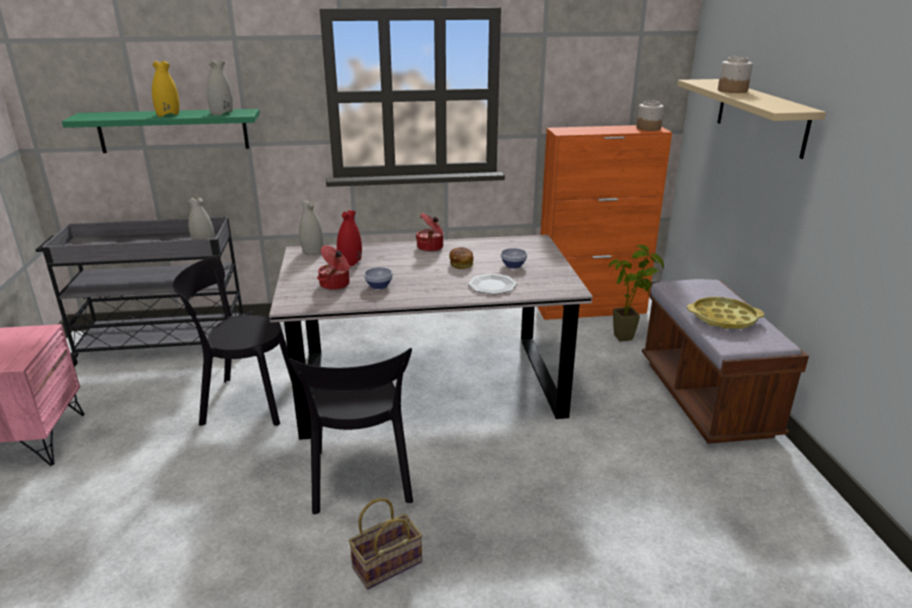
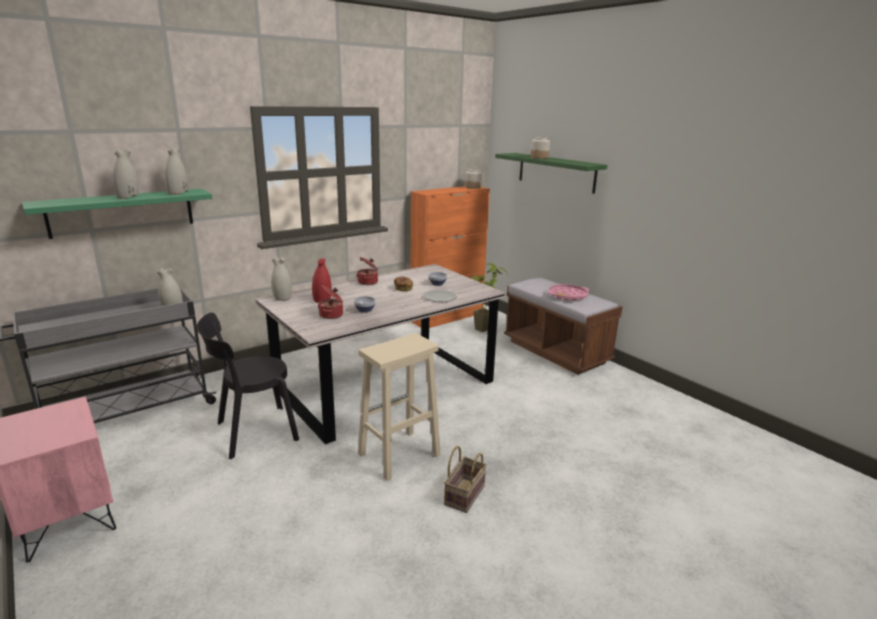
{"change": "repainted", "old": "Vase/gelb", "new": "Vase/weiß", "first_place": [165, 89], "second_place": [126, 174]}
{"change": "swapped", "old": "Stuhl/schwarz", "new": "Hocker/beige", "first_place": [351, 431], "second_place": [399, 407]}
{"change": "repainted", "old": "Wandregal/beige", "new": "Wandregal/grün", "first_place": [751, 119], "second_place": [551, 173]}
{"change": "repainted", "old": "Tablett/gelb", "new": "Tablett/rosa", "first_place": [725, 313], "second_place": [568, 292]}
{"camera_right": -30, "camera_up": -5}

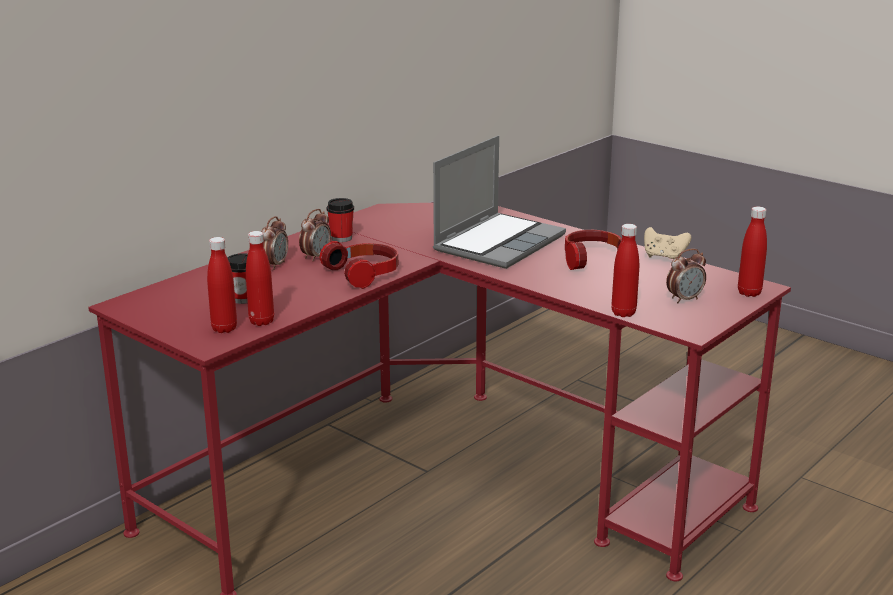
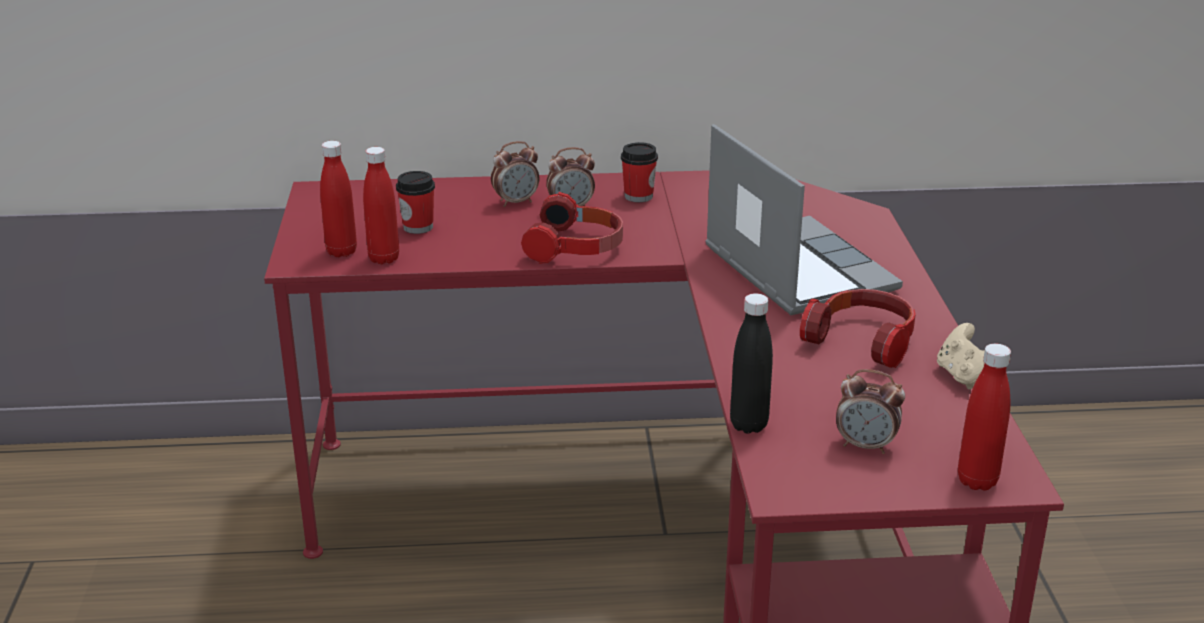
{"change": "rotated", "old": "Laptop", "first_place": [499, 202], "second_place": [804, 219], "degrees": -105}
{"change": "repainted", "old": "Flasche/rot", "new": "Flasche/schwarz", "first_place": [625, 270], "second_place": [751, 363]}
{"camera_right": 45, "camera_up": 5}

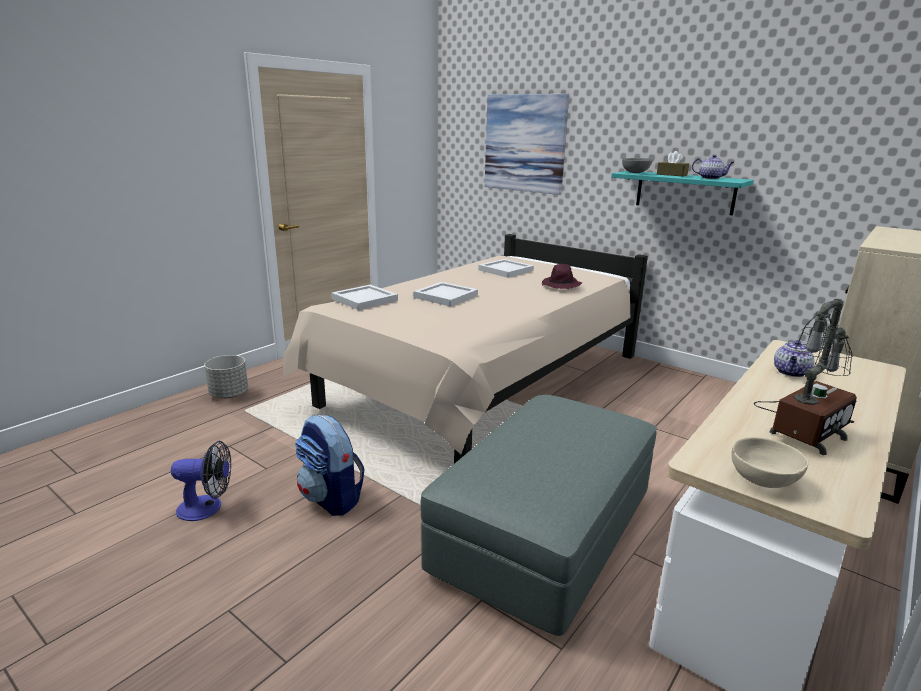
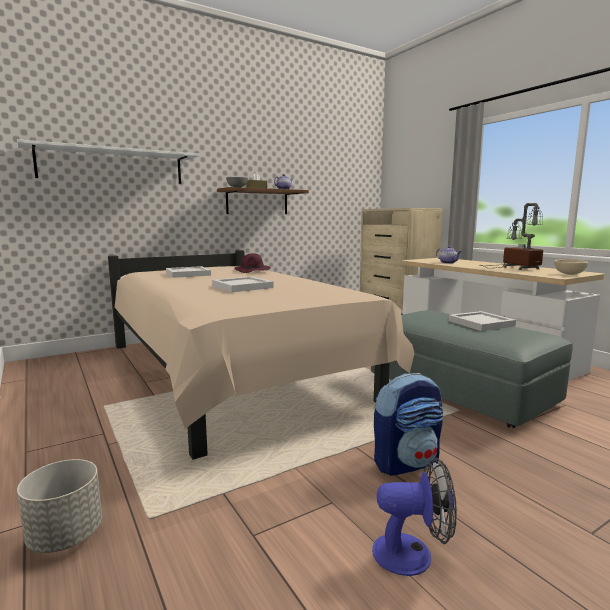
{"change": "rotated", "old": "Ventilator", "first_place": [201, 481], "second_place": [414, 516], "degrees": 75}
{"change": "shifted", "old": "Tablett/weiß", "first_place": [364, 297], "second_place": [482, 321]}
{"change": "swapped", "old": "Bild", "new": "Wandregal/weiß", "first_place": [527, 144], "second_place": [108, 161]}
{"change": "repainted", "old": "Wandregal/türkis", "new": "Wandregal/braun", "first_place": [682, 193], "second_place": [263, 200]}
{"camera_right": -70, "camera_up": -10}

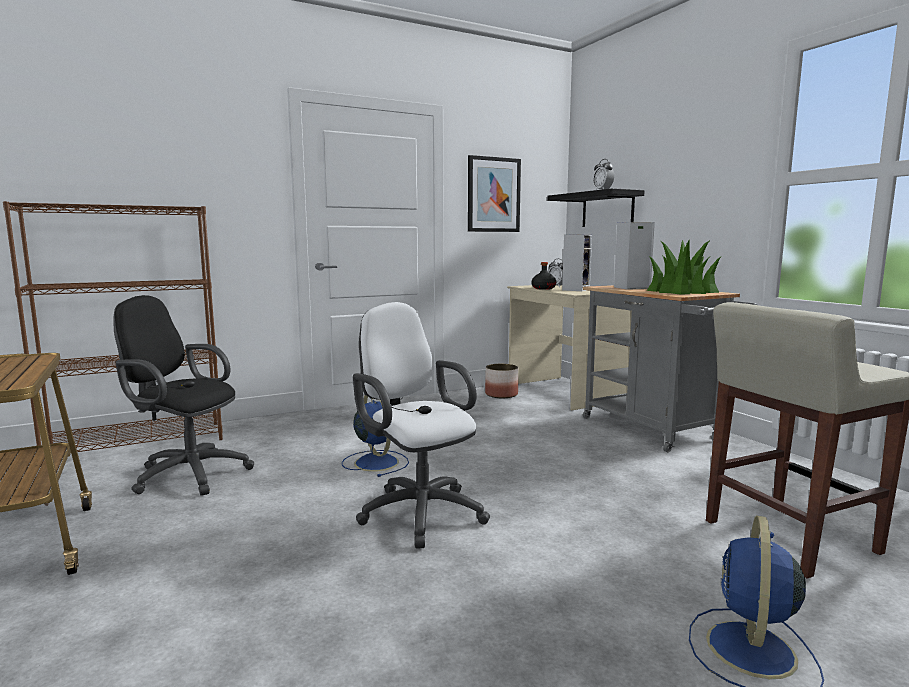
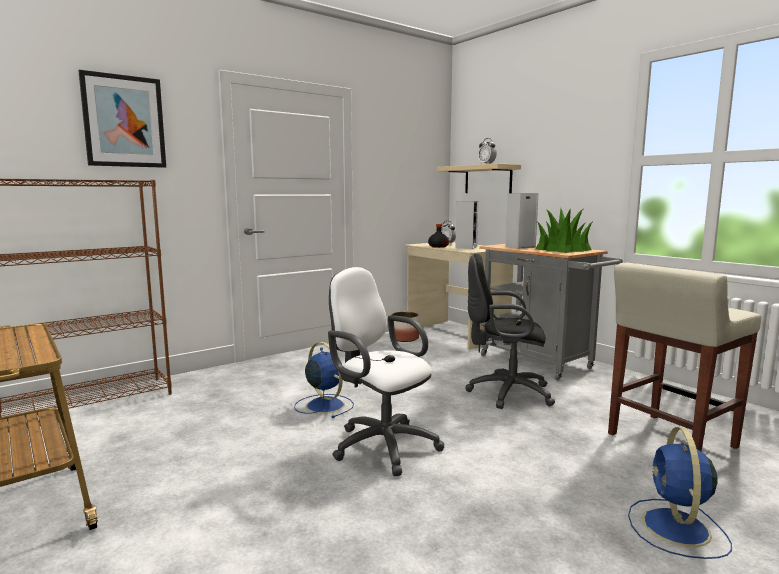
{"change": "shifted", "old": "Bürostuhl/schwarz", "first_place": [184, 395], "second_place": [510, 331]}
{"change": "shifted", "old": "Bild", "first_place": [494, 193], "second_place": [122, 119]}
{"change": "repainted", "old": "Wandregal/schwarz", "new": "Wandregal/beige", "first_place": [596, 207], "second_place": [479, 178]}
{"camera_right": -10, "camera_up": 0}

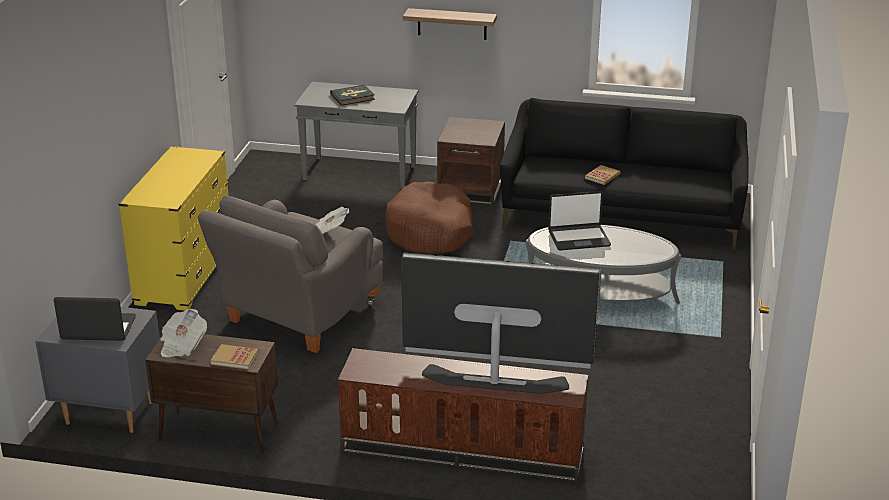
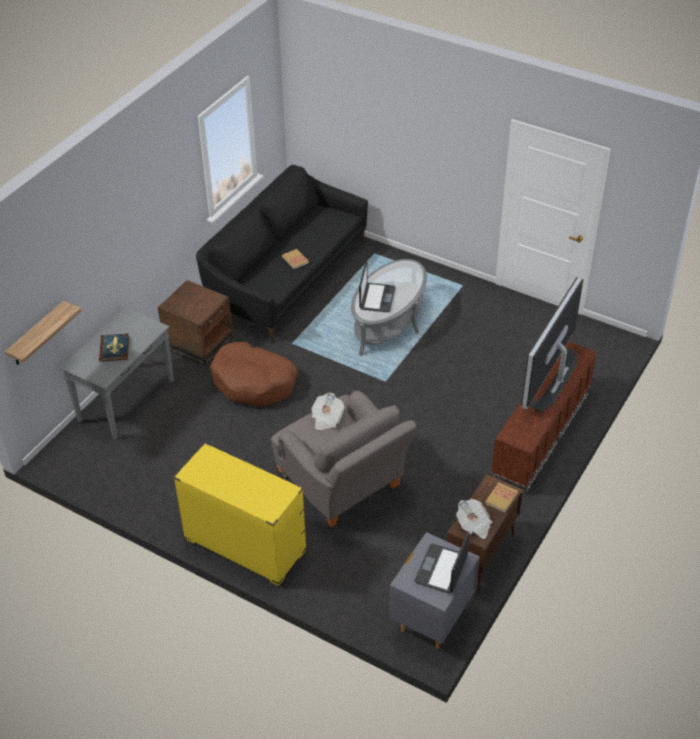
{"change": "shifted", "old": "Wandregal", "first_place": [450, 24], "second_place": [43, 333]}
{"camera_right": -70, "camera_up": 15}

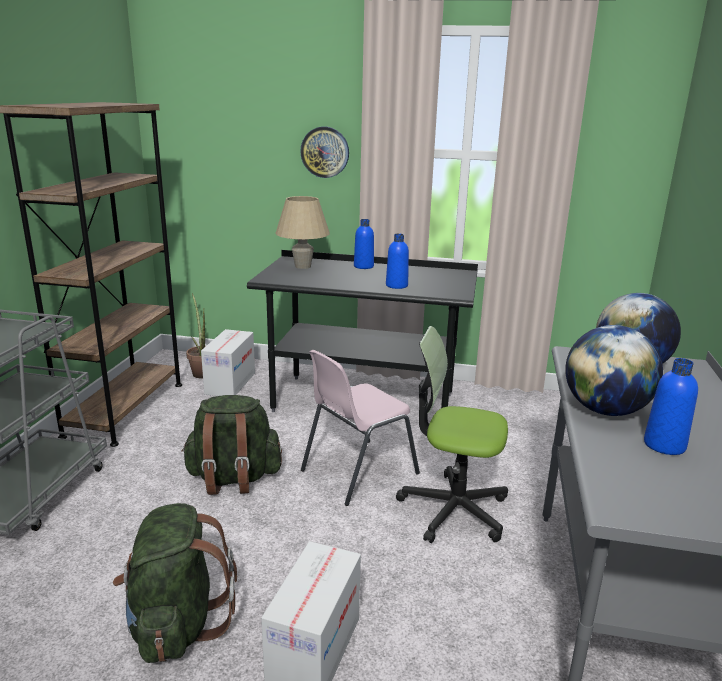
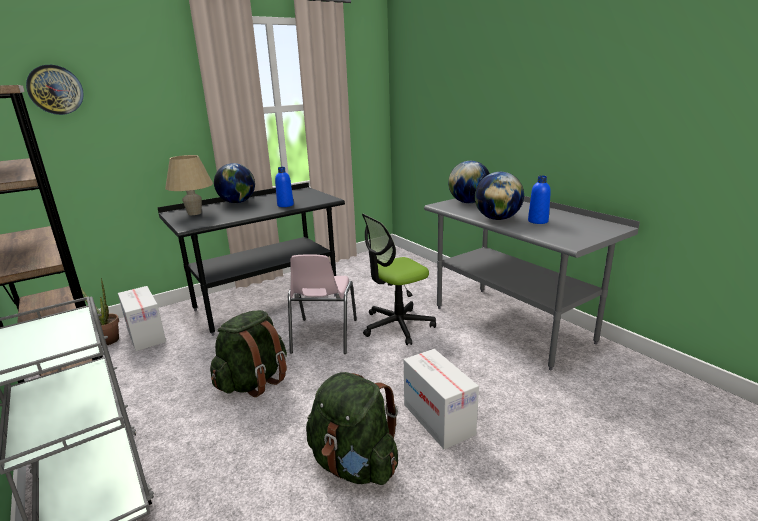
{"change": "shifted", "old": "Wanduhr", "first_place": [324, 152], "second_place": [55, 90]}
{"change": "swapped", "old": "Flasche/blau", "new": "Globus", "first_place": [364, 244], "second_place": [234, 183]}
{"camera_right": -45, "camera_up": 0}

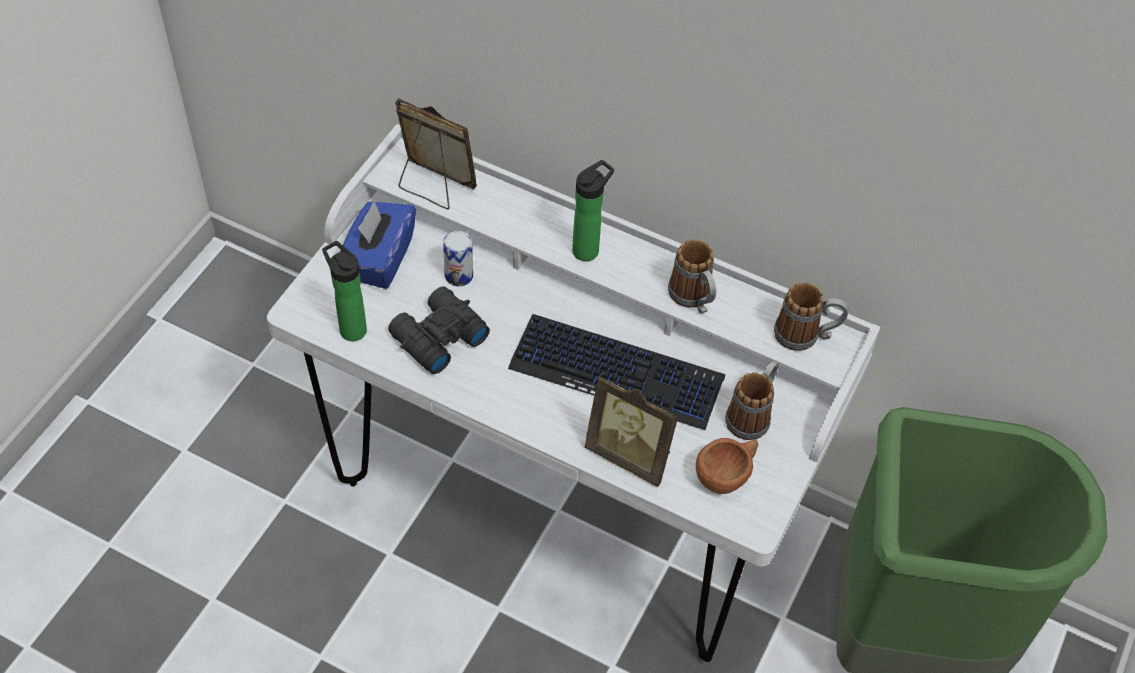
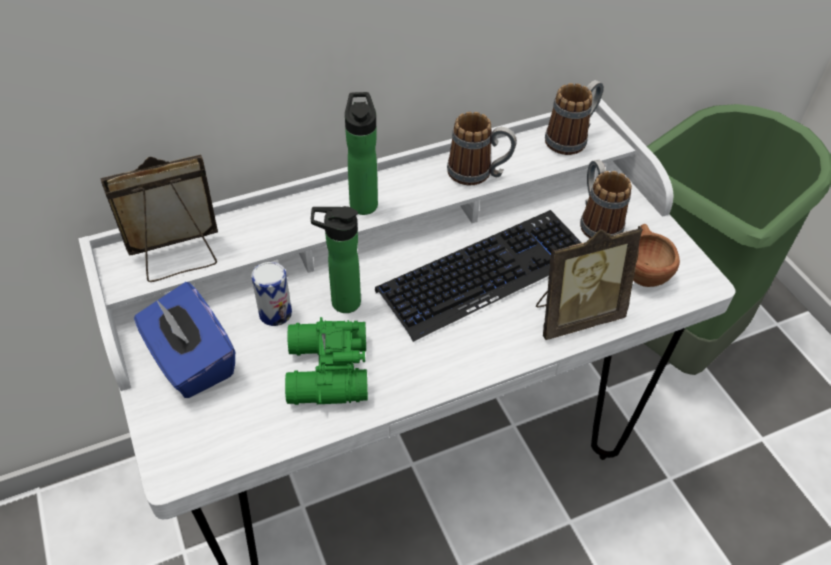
{"change": "shifted", "old": "Flasche", "first_place": [344, 291], "second_place": [336, 259]}
{"change": "repainted", "old": "Fernglas/schwarz", "new": "Fernglas/grün", "first_place": [439, 330], "second_place": [326, 361]}
{"camera_right": -50, "camera_up": -5}

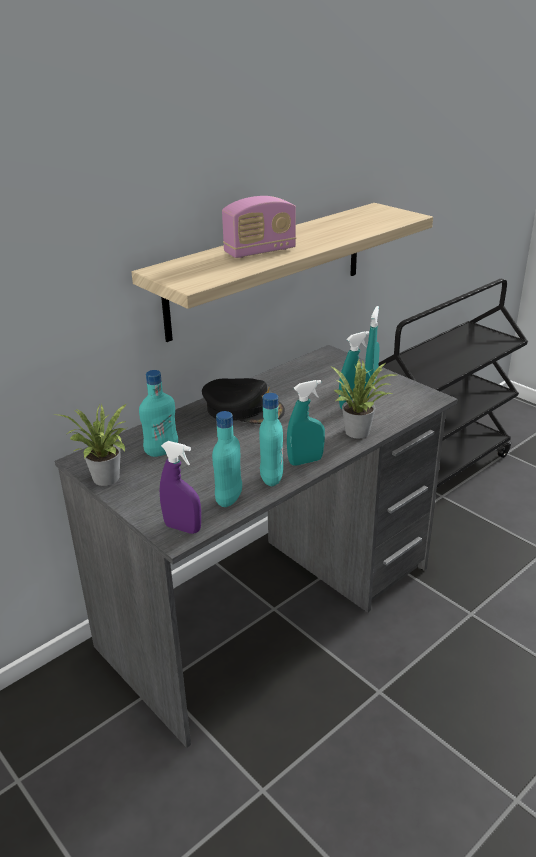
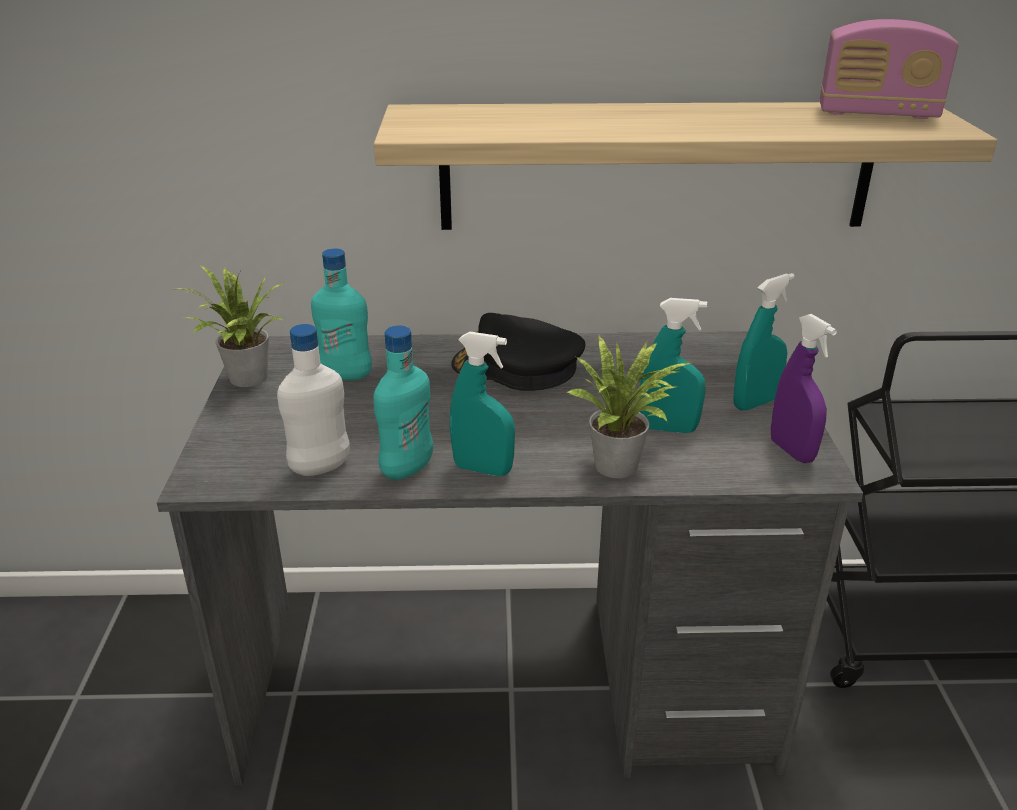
{"change": "shifted", "old": "Sprühflasche/lila", "first_place": [180, 487], "second_place": [804, 388]}
{"change": "rotated", "old": "Kappe/schwarz", "first_place": [243, 401], "second_place": [518, 352], "degrees": 135}
{"change": "repainted", "old": "Flasche/türkis", "new": "Flasche/weiß", "first_place": [227, 459], "second_place": [313, 400]}
{"change": "shifted", "old": "Radio", "first_place": [259, 227], "second_place": [889, 69]}
{"camera_right": 40, "camera_up": 0}

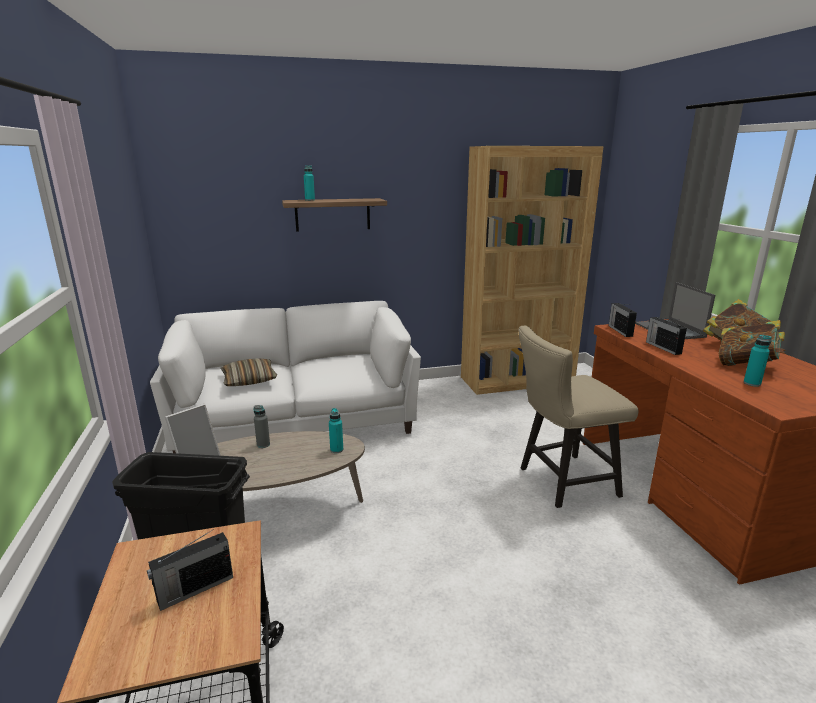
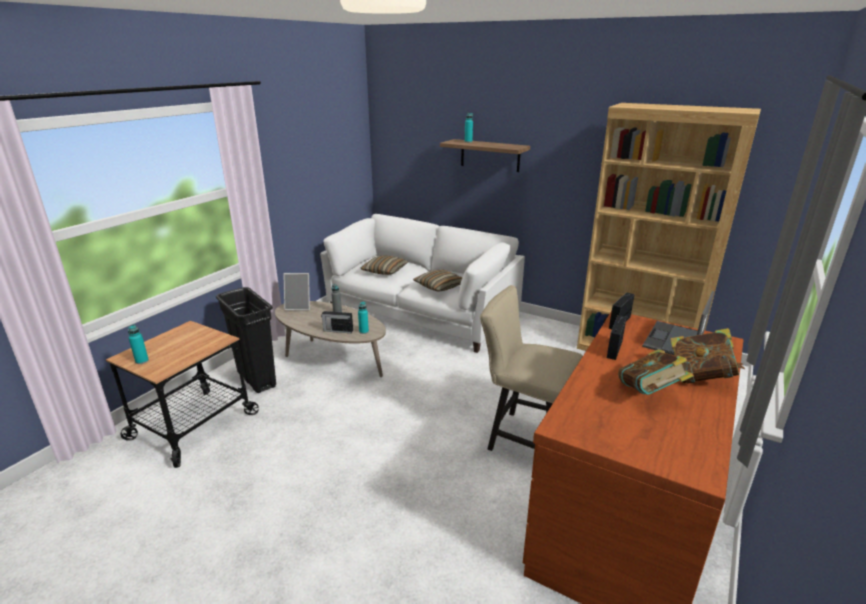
{"change": "shifted", "old": "Radio", "first_place": [190, 570], "second_place": [337, 321]}
{"change": "shifted", "old": "Flasche/türkis", "first_place": [758, 361], "second_place": [138, 344]}
{"change": "new", "new": "Kissen", "second_place": [437, 280]}
{"camera_right": 45, "camera_up": 5}

